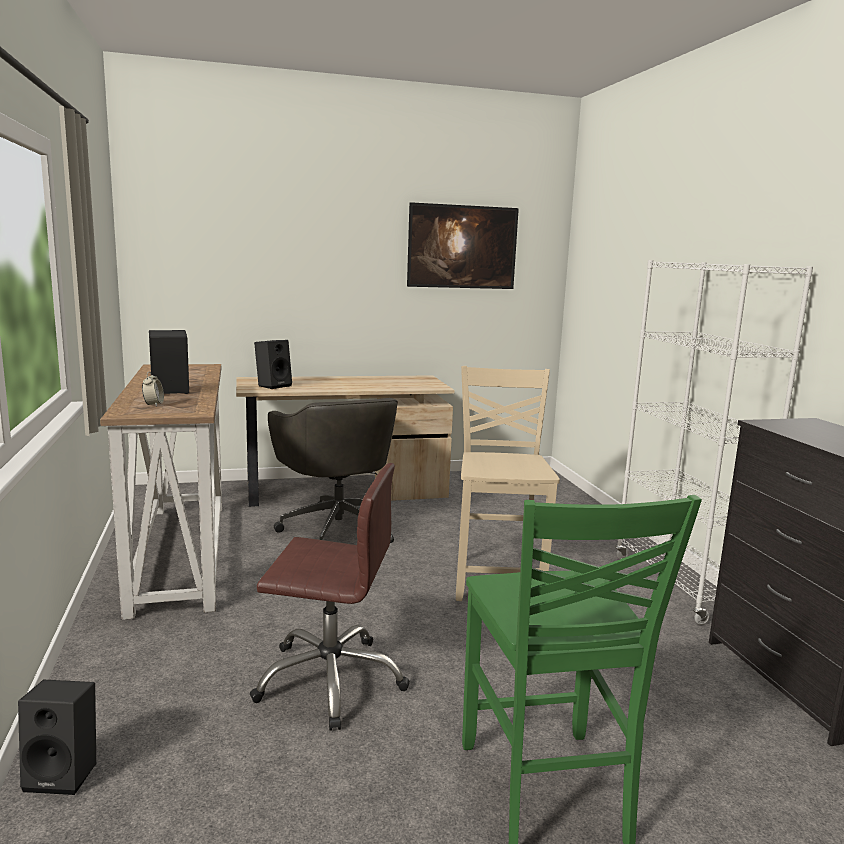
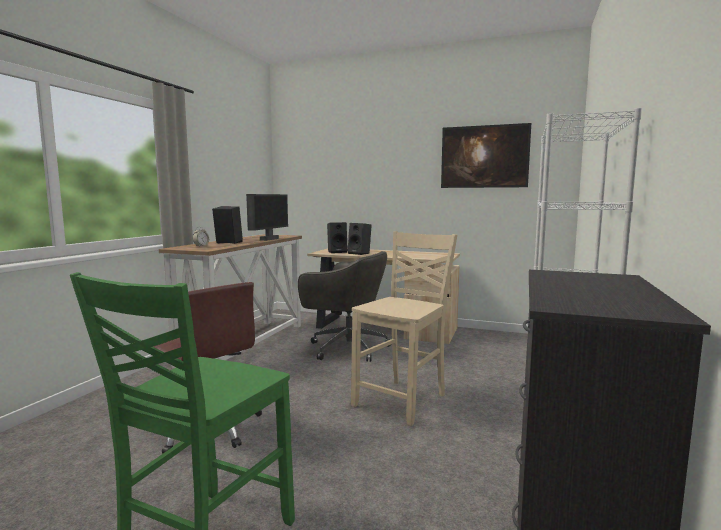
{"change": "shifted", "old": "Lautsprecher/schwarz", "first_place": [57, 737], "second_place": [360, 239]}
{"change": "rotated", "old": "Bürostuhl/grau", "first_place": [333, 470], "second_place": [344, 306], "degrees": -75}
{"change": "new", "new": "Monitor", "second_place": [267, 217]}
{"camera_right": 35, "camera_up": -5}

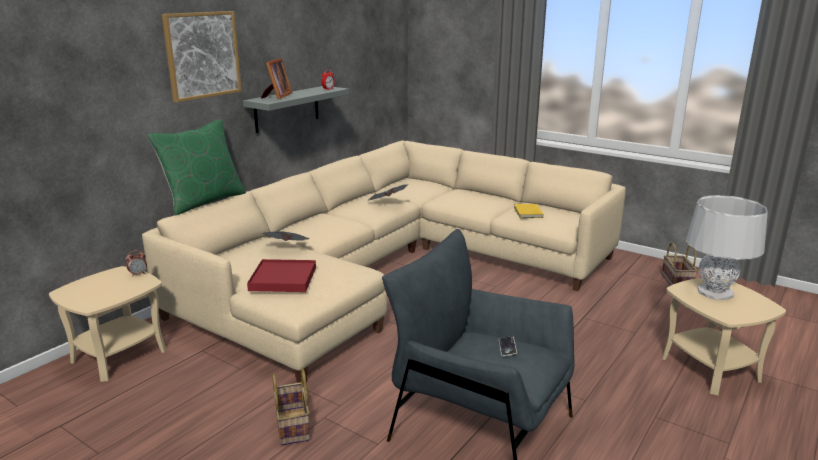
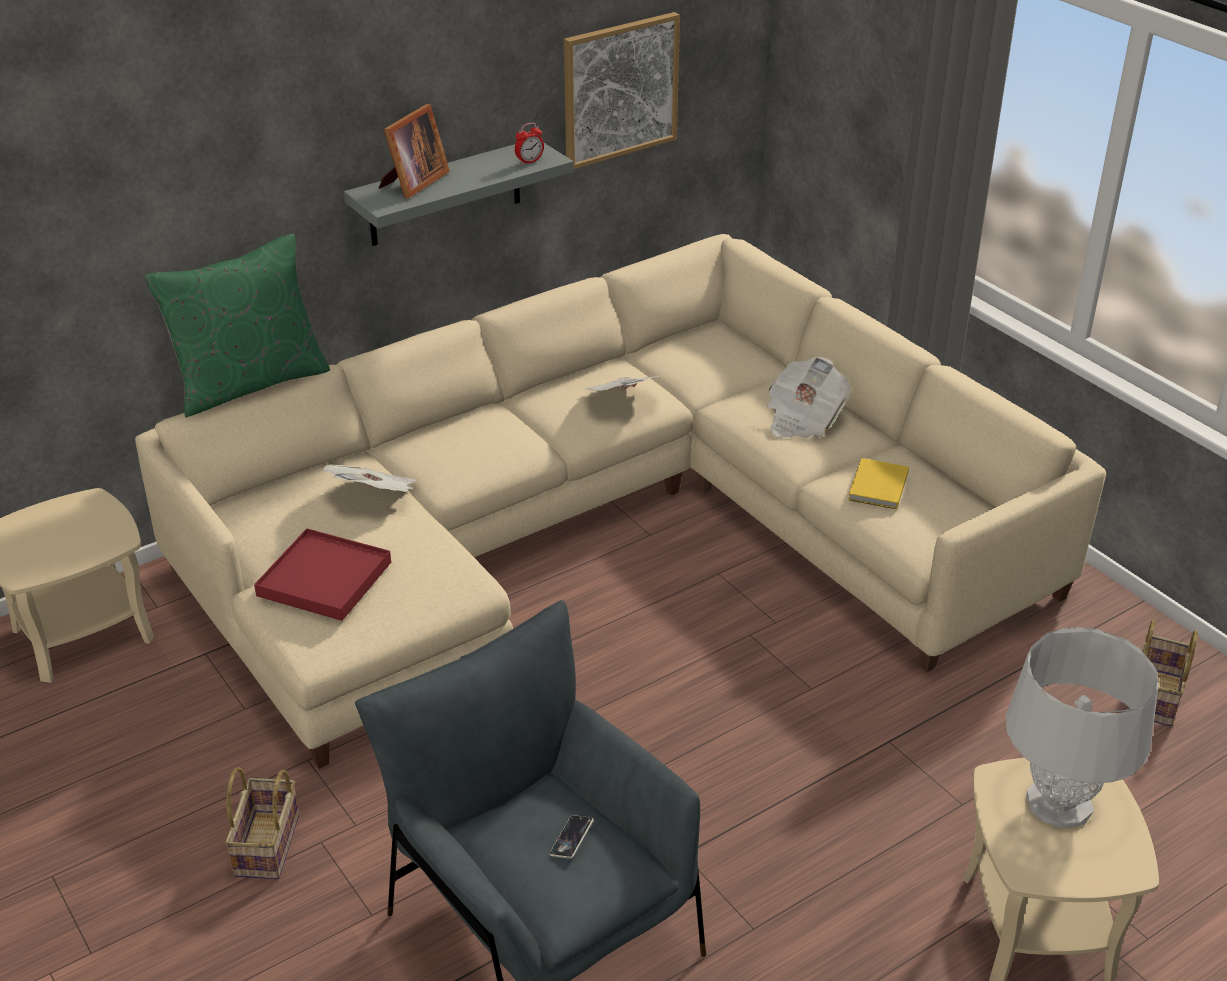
{"change": "gone", "old": "Wecker", "first_place": [136, 263]}
{"change": "shifted", "old": "Bild", "first_place": [202, 56], "second_place": [622, 90]}
{"change": "new", "new": "Zeitung", "second_place": [809, 397]}
{"camera_right": 20, "camera_up": 15}

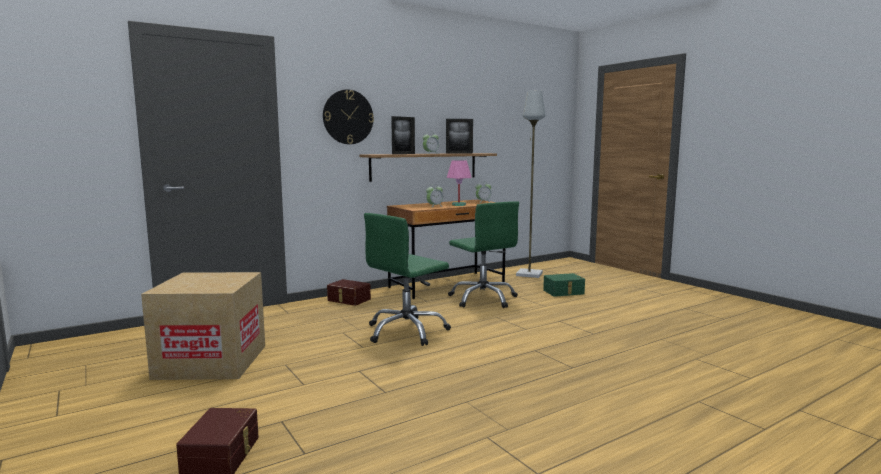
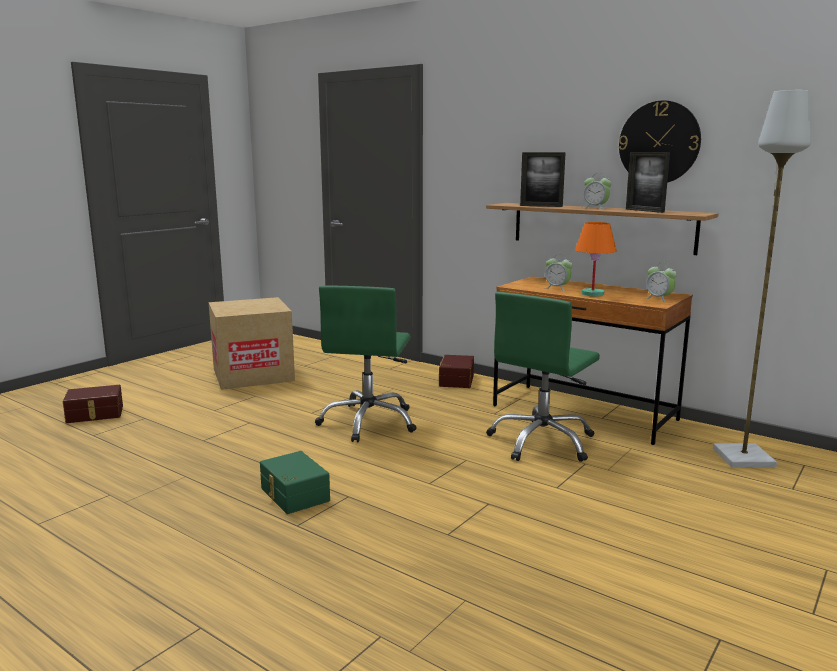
{"change": "shifted", "old": "Wanduhr", "first_place": [348, 117], "second_place": [660, 141]}
{"change": "rotated", "old": "Bürostuhl/grün", "first_place": [407, 279], "second_place": [366, 364], "degrees": -105}
{"change": "repainted", "old": "Tischlampe/rosa", "new": "Tischlampe/orange", "first_place": [459, 183], "second_place": [596, 259]}
{"change": "shifted", "old": "Aufbewahrungsbox/grün", "first_place": [564, 285], "second_place": [295, 482]}
{"camera_right": 70, "camera_up": 5}

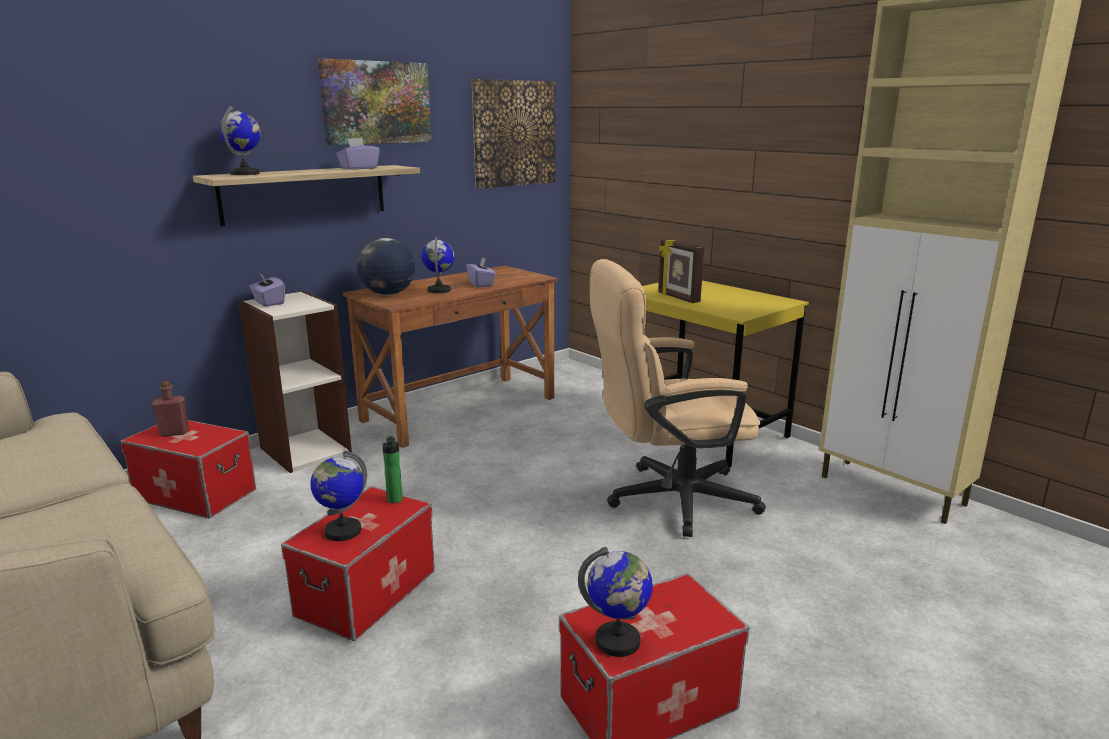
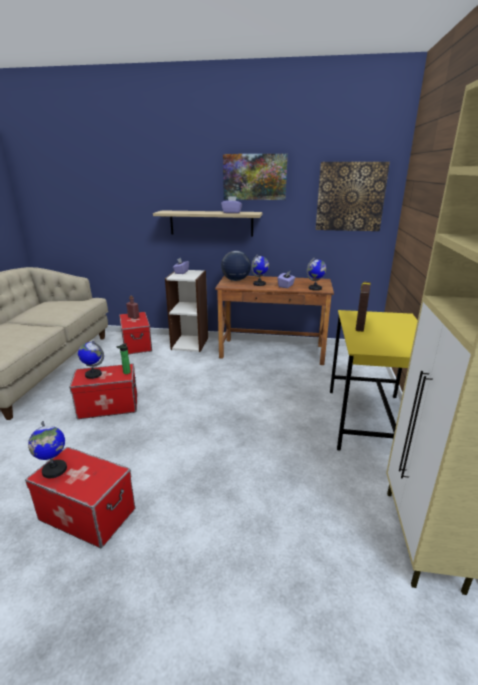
{"change": "shifted", "old": "Globus", "first_place": [240, 140], "second_place": [317, 274]}
{"change": "gone", "old": "Bürostuhl/beige", "first_place": [678, 398]}
{"camera_right": 50, "camera_up": 5}

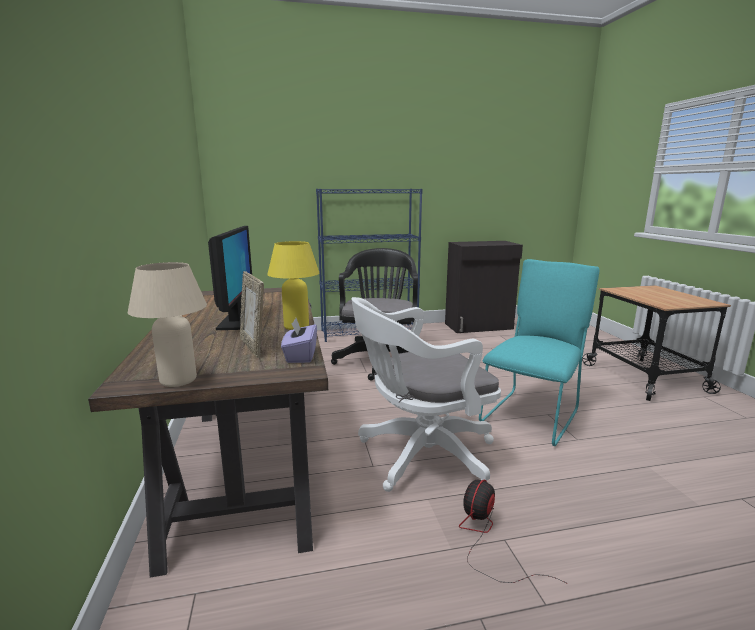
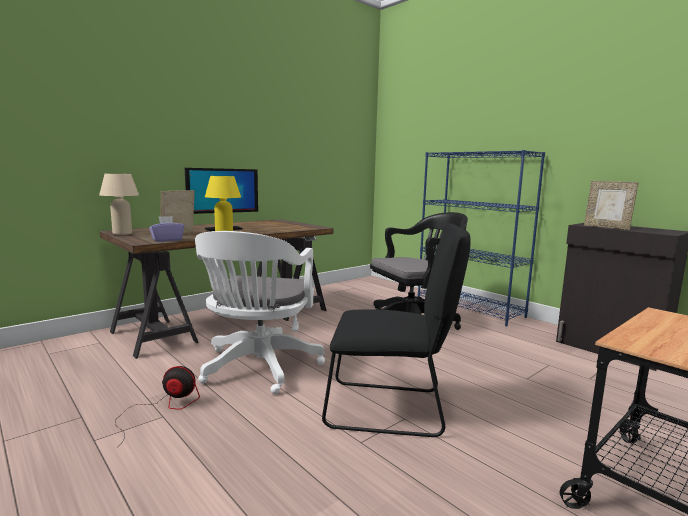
{"change": "rotated", "old": "Bürostuhl/weiß", "first_place": [426, 394], "second_place": [260, 312], "degrees": -120}
{"change": "repainted", "old": "Stuhl/türkis", "new": "Stuhl/schwarz", "first_place": [539, 352], "second_place": [396, 330]}
{"change": "new", "new": "Bilderrahmen", "second_place": [611, 205]}
{"camera_right": 60, "camera_up": -5}

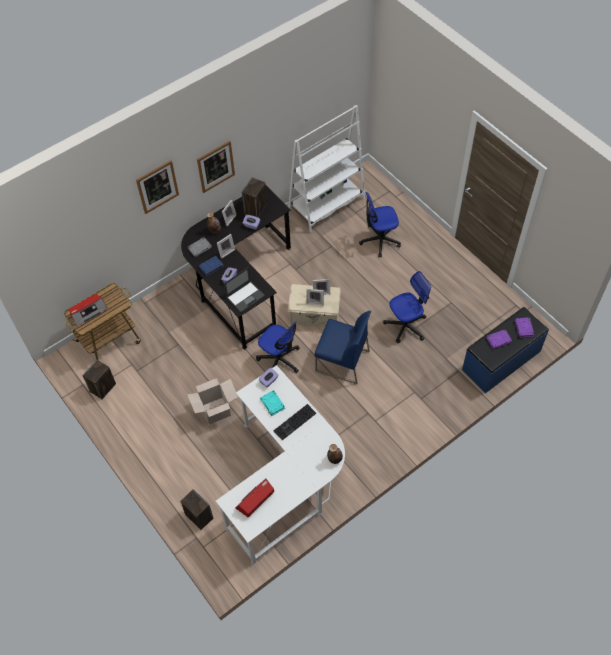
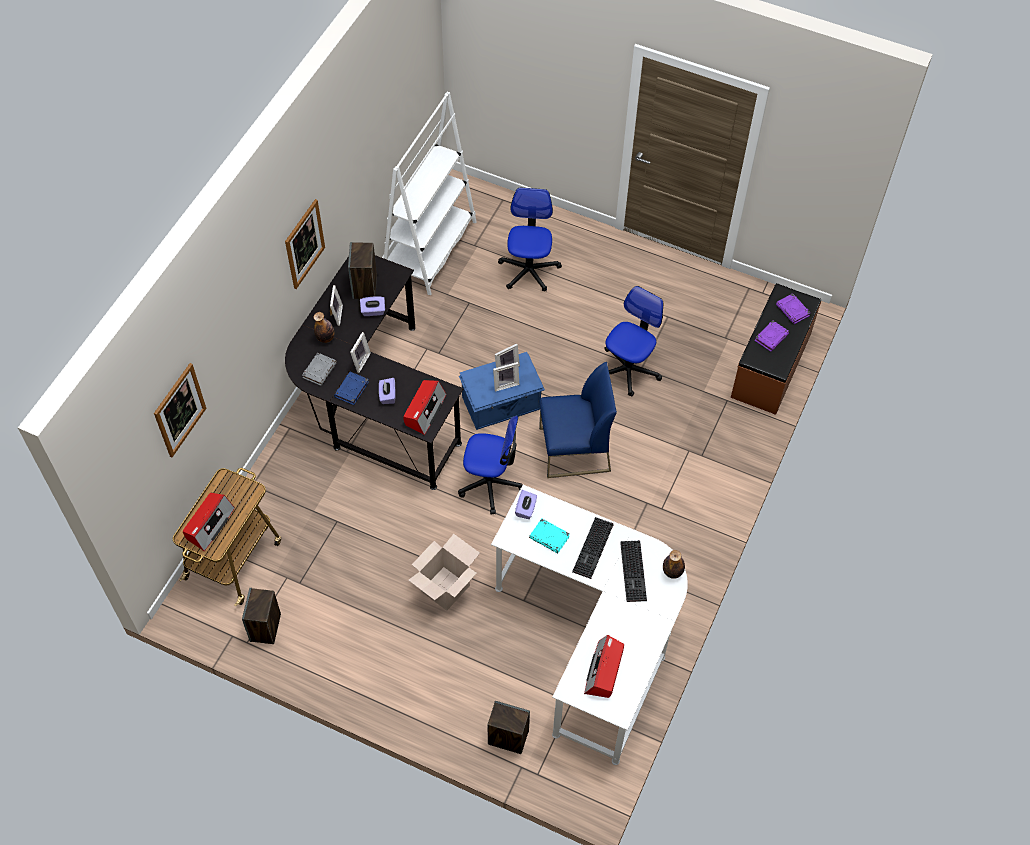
{"change": "shifted", "old": "Bild", "first_place": [157, 187], "second_place": [180, 410]}
{"change": "swapped", "old": "Laptop", "new": "Radio", "first_place": [244, 290], "second_place": [424, 407]}
{"change": "repainted", "old": "Aufbewahrungsbox/beige", "new": "Aufbewahrungsbox/blau", "first_place": [314, 305], "second_place": [502, 391]}
{"change": "rotated", "old": "Bürostuhl", "first_place": [380, 225], "second_place": [530, 239], "degrees": 135}
{"change": "repainted", "old": "Bank/blau", "new": "Bank/braun", "first_place": [505, 350], "second_place": [776, 349]}
{"change": "new", "new": "Tastatur", "second_place": [633, 571]}
{"camera_right": -30, "camera_up": 0}

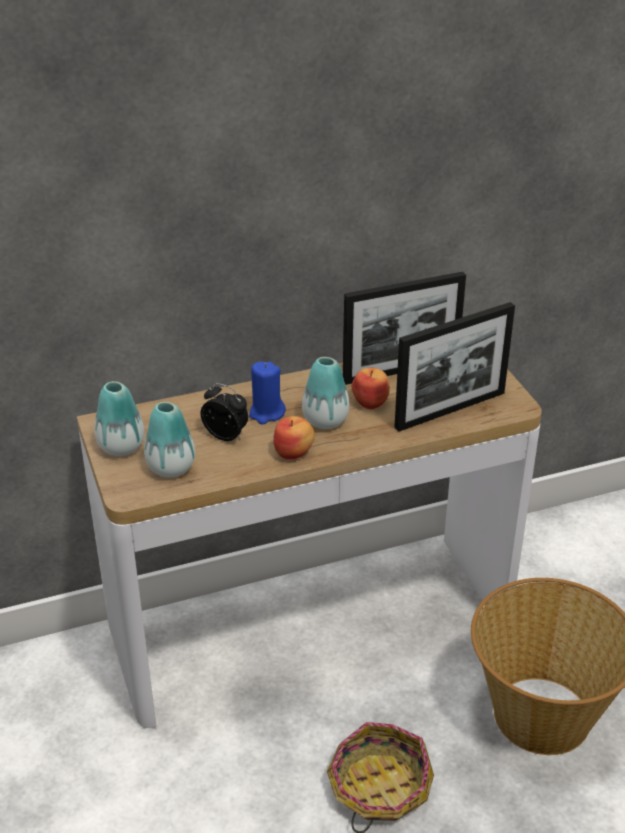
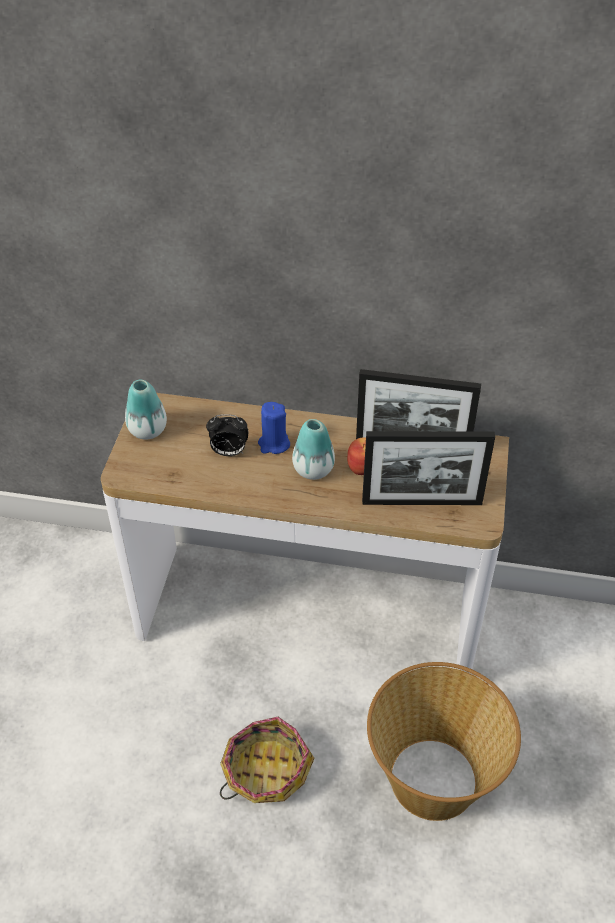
{"change": "gone", "old": "Vase", "first_place": [169, 439]}
{"change": "rotated", "old": "Wecker", "first_place": [224, 412], "second_place": [227, 435], "degrees": 120}
{"change": "gone", "old": "Apfel", "first_place": [294, 437]}
{"camera_right": 30, "camera_up": 10}

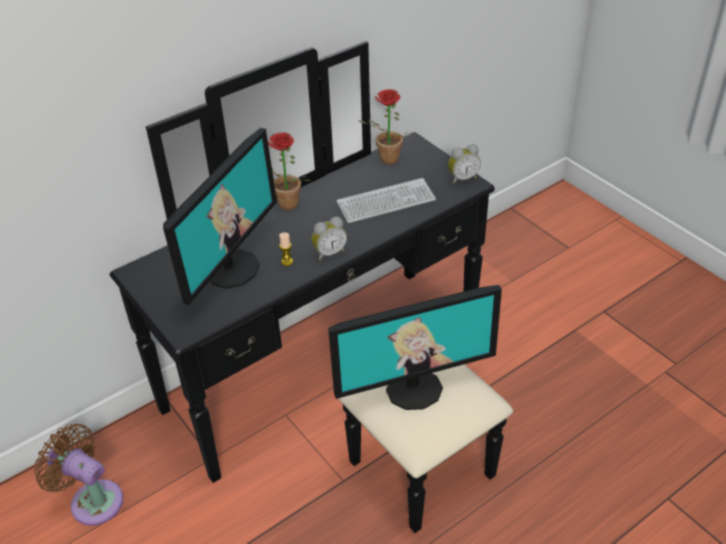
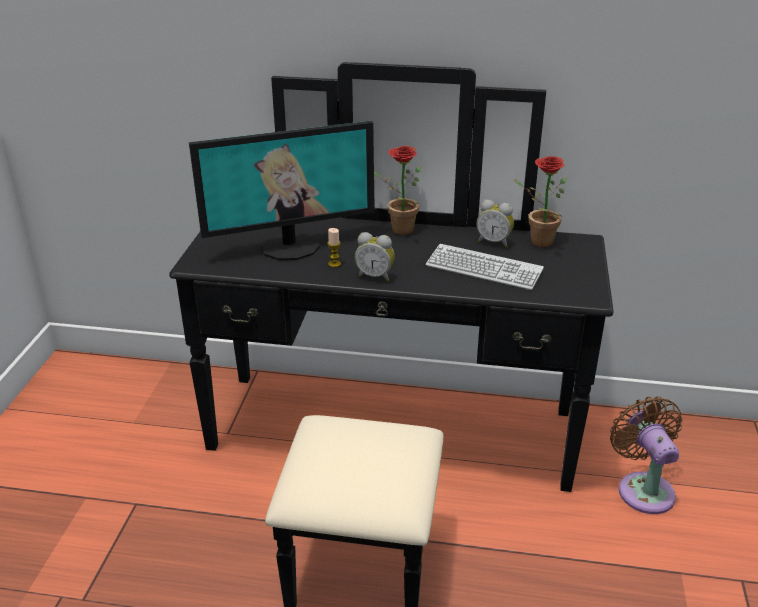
{"change": "shifted", "old": "Ventilator/braun", "first_place": [78, 475], "second_place": [646, 455]}
{"change": "gone", "old": "Monitor", "first_place": [415, 347]}
{"change": "shifted", "old": "Wecker", "first_place": [464, 164], "second_place": [495, 223]}
{"camera_right": 45, "camera_up": -10}

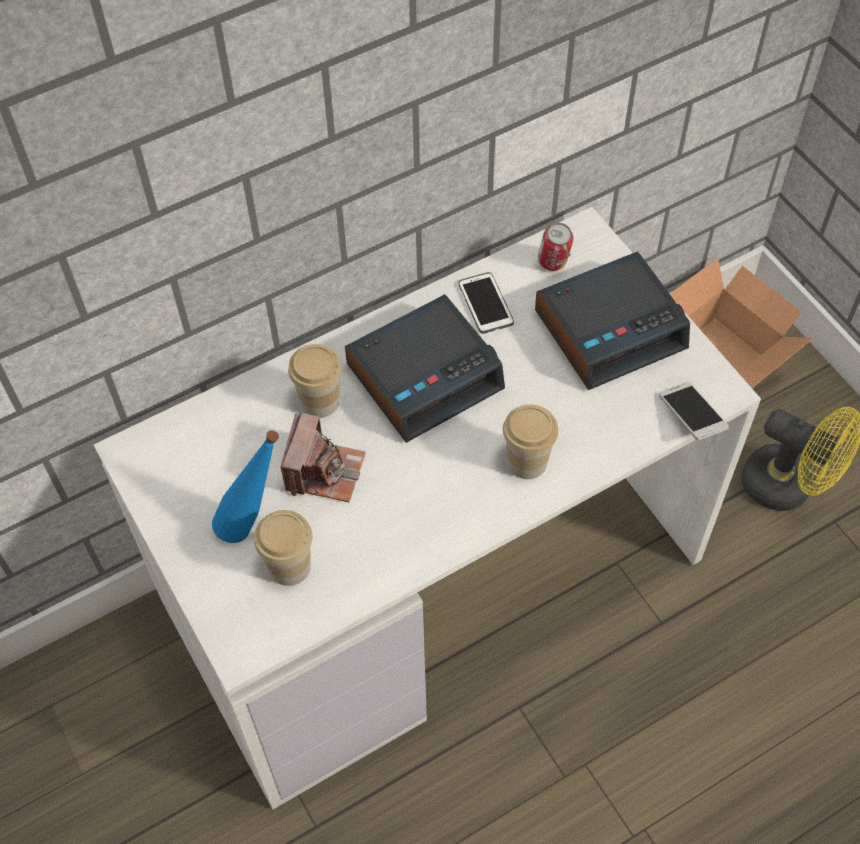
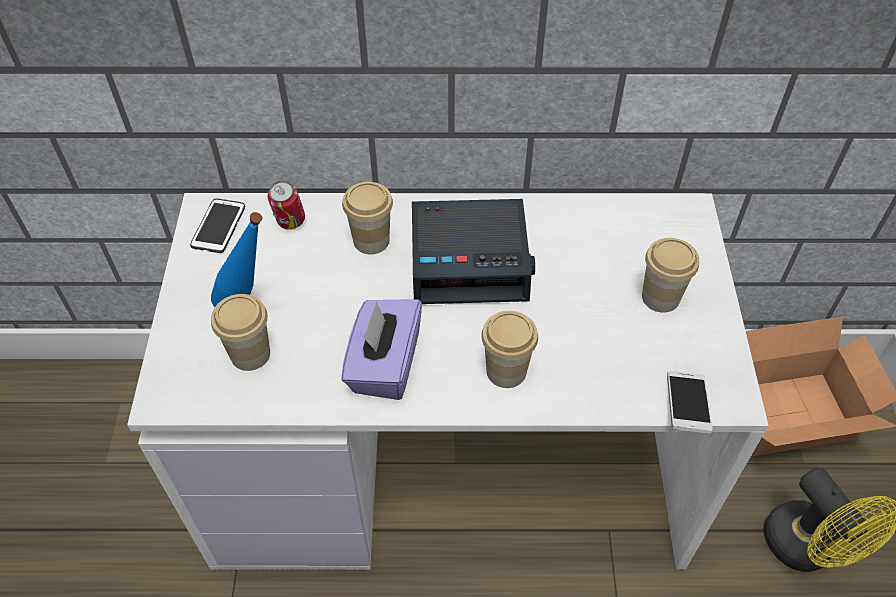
{"change": "gone", "old": "Kamera", "first_place": [323, 457]}
{"change": "shifted", "old": "Handy", "first_place": [486, 303], "second_place": [217, 225]}
{"change": "swapped", "old": "Wecker", "new": "Tasse", "first_place": [612, 320], "second_place": [670, 275]}
{"change": "shifted", "old": "Dose", "first_place": [555, 247], "second_place": [286, 205]}
{"change": "new", "new": "Taschentuchbox/lila", "second_place": [381, 349]}
{"camera_right": 30, "camera_up": -5}

